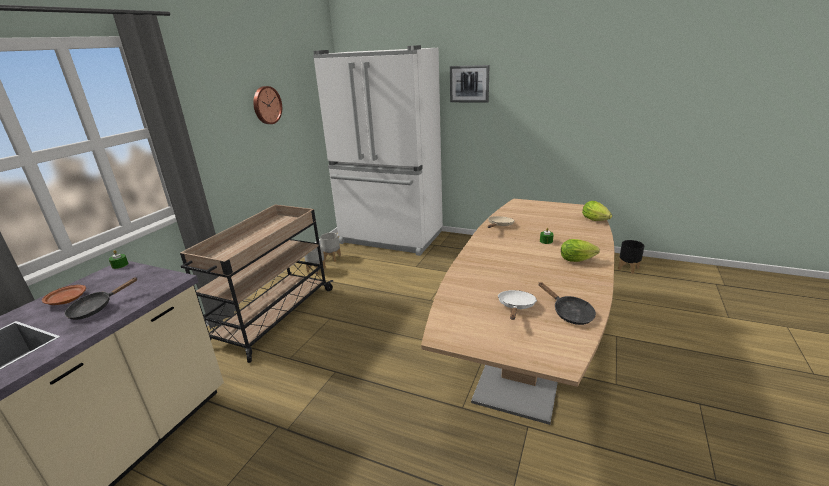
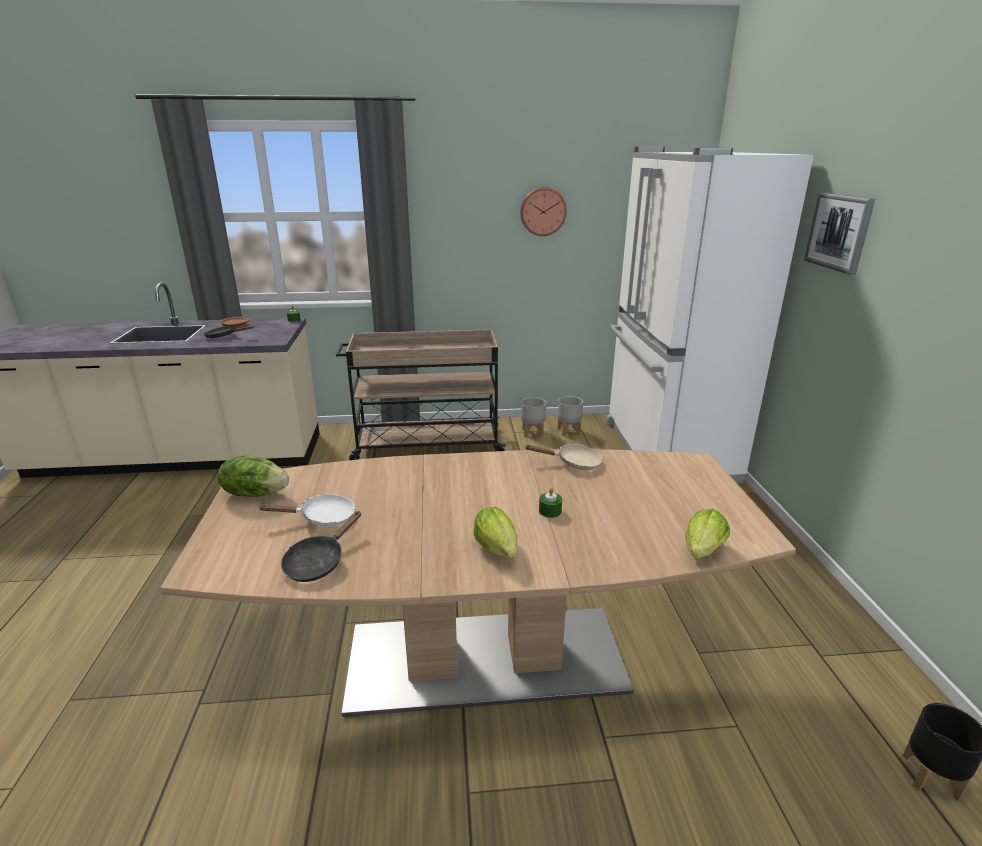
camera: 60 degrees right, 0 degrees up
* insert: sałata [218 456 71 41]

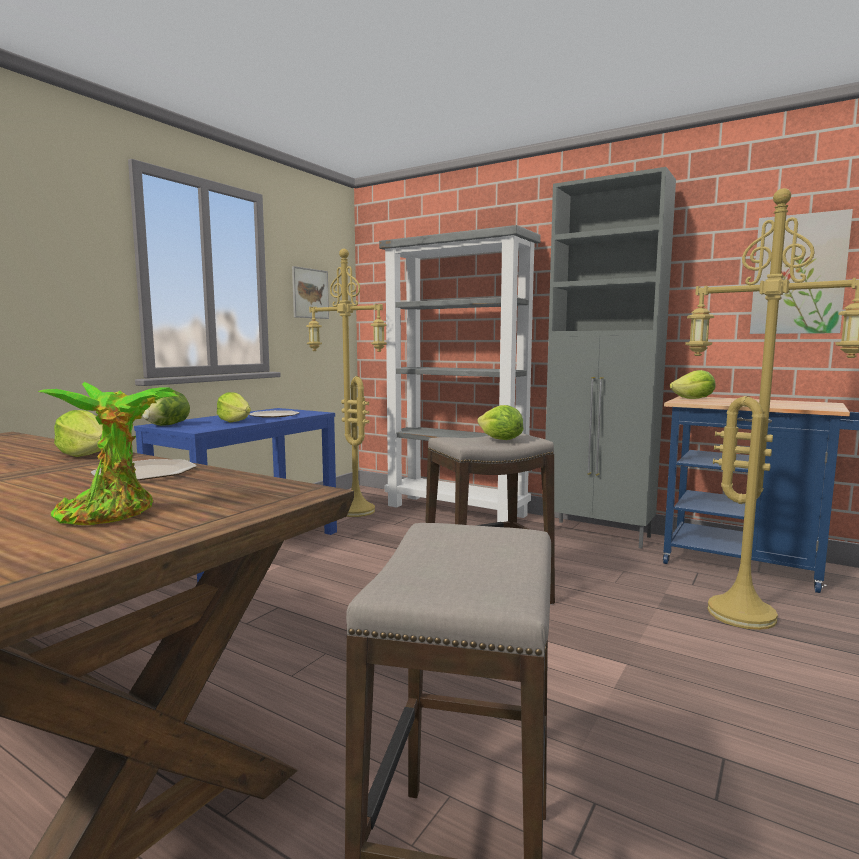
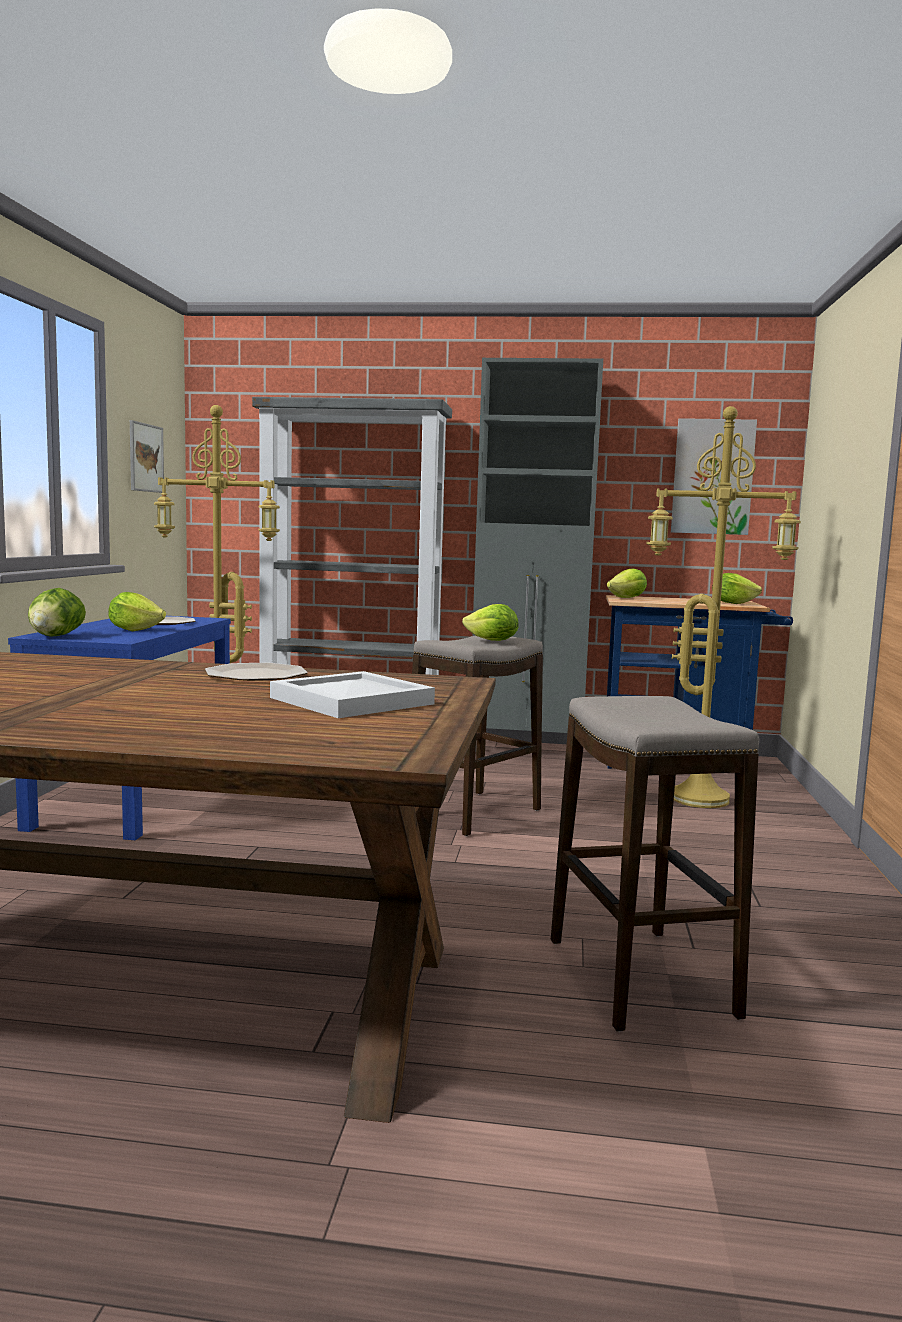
camera: 25 degrees left, 0 degrees up
* replace: roślina doniczkowa [38 382 140 143] to taca (biały) [270 671 165 47]
* move: sałata [54 410 49 47] to [712 573 50 31]

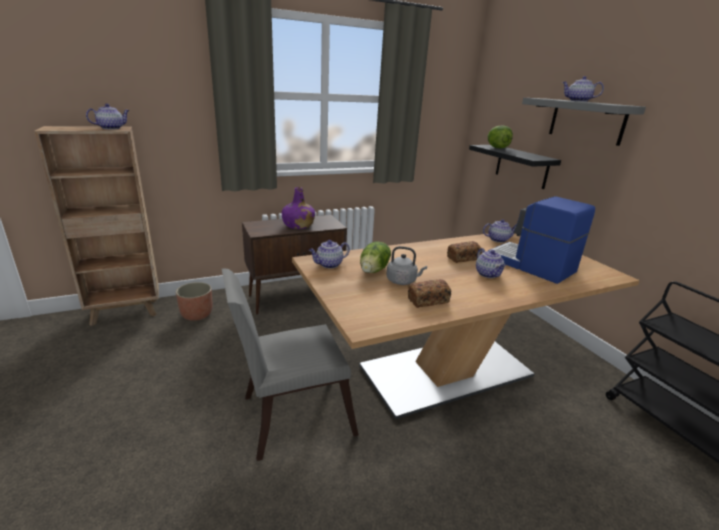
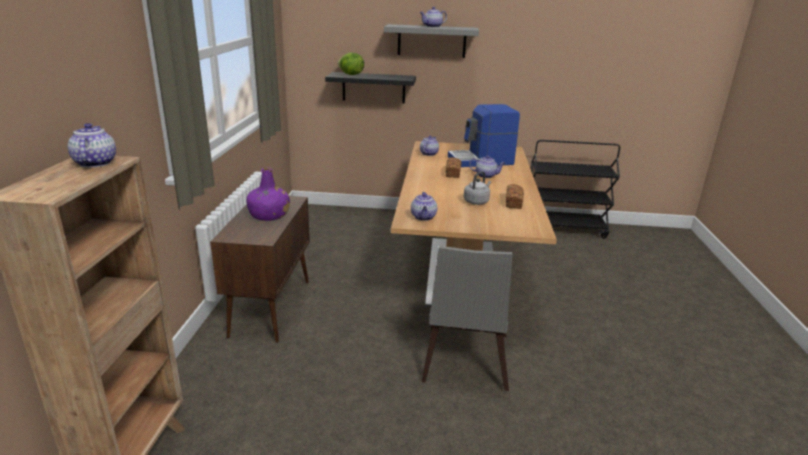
camera: 60 degrees left, 0 degrees up
* delete: donica [176 282 36 39]
* delete: sałata [360 242 31 31]

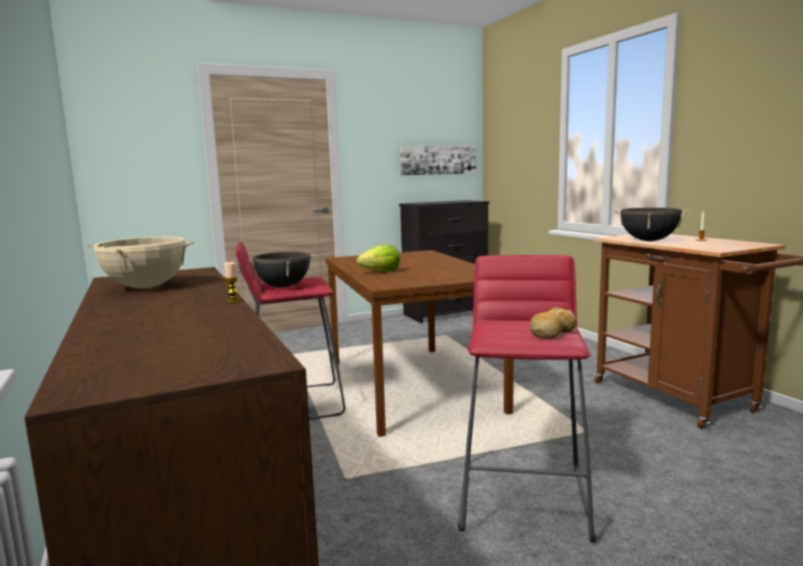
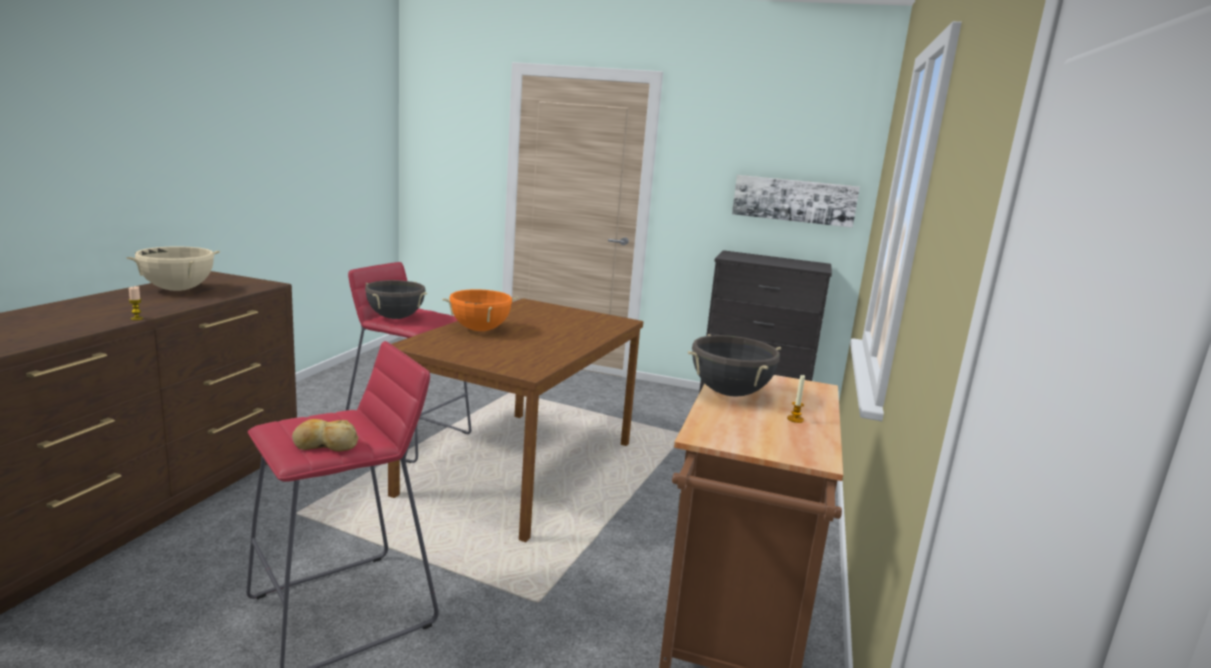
camera: 40 degrees right, 5 degrees up
* replace: sałata [357 245 43 26] to garnek (pomarańczowy) [442 289 76 42]

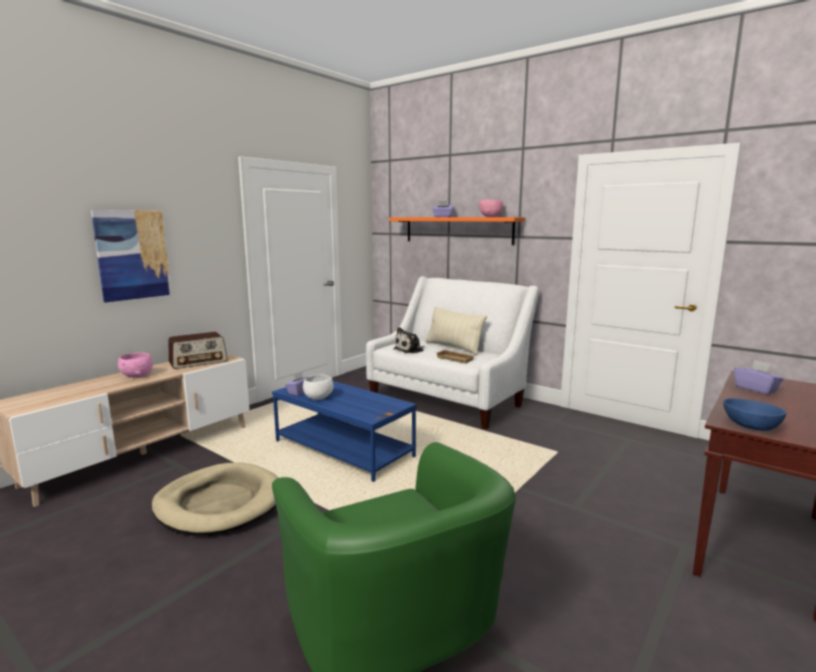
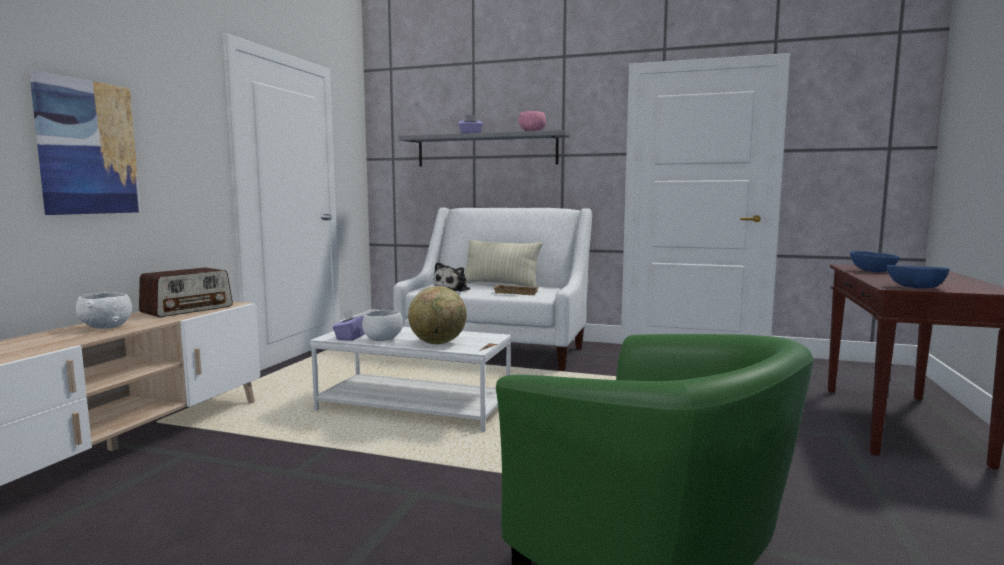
camera: 20 degrees left, 5 degrees down
* recolor: miska (różowy) [118 353 35 25] to miska (biały) [76 292 56 37]
* recolor: ława (niebieski) [272 381 145 101] to ława (biały) [310 327 202 105]
* recolor: półka (pomarańczowy) [389 217 136 28] to półka (szary) [398 130 172 37]
* insert: globus [408 286 59 58]
* replace: pudełko chusteczek (fioletowy) [734 360 49 35] to miska (niebieski) [850 251 50 21]
* delete: legowisko (beżowy) [151 463 128 72]

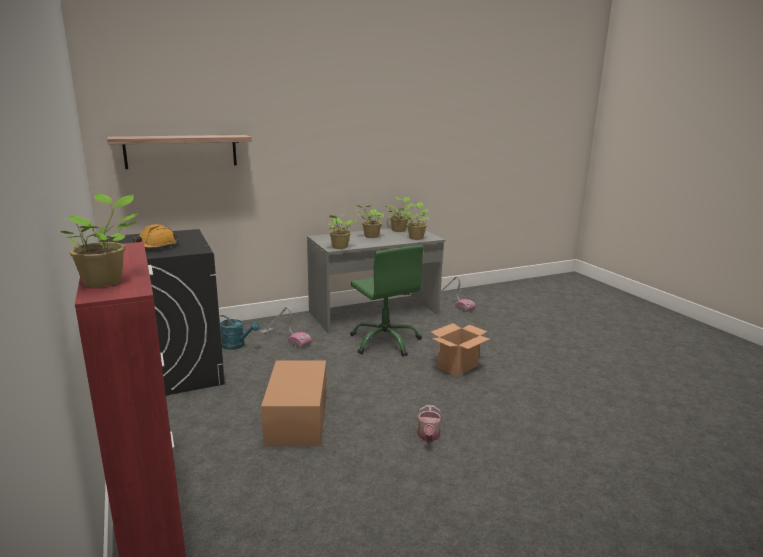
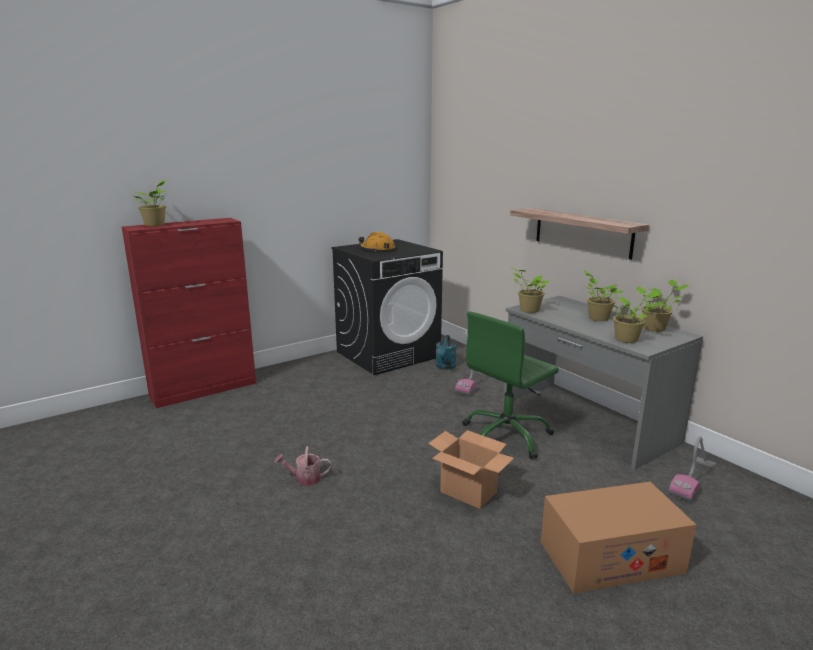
camera: 80 degrees right, 0 degrees up
* move: półka [107 135 145 34] to [510 208 139 52]
* move: karton [261 360 66 86] to [541 482 155 112]

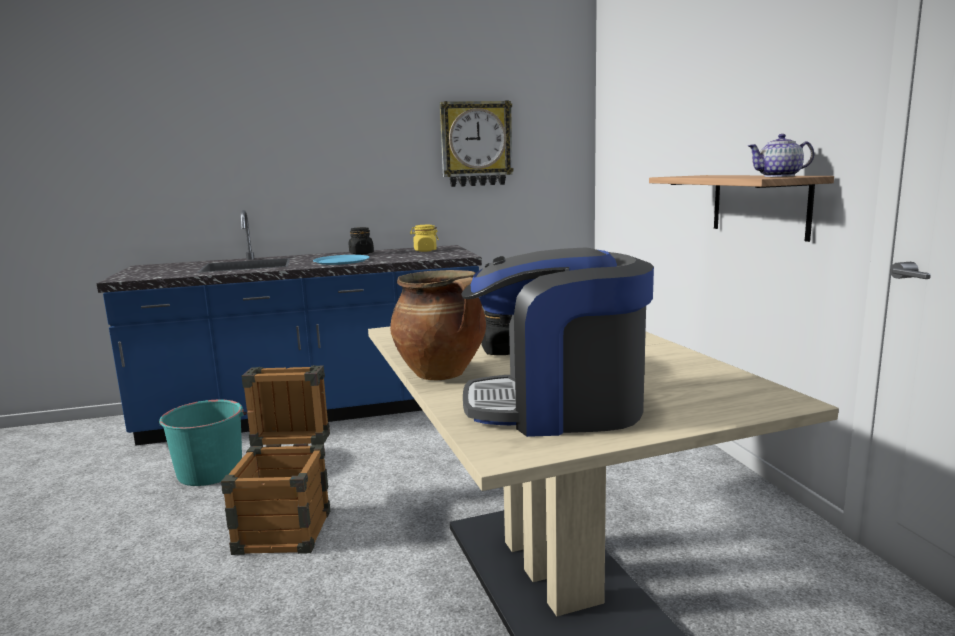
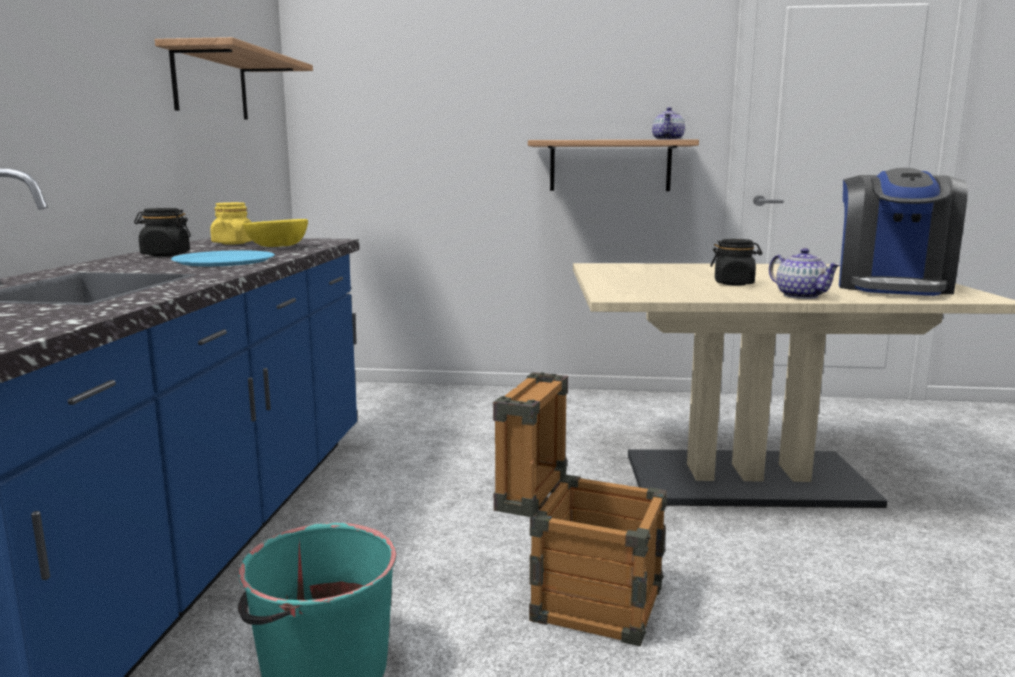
camera: 70 degrees left, 0 degrees up
* replace: zegar ścienny [440 100 74 87] to półka [155 37 158 82]
* insert: miska (żółty) [242 219 66 28]
* replace: garnek [390 270 96 111] to imbryk [769 248 72 51]

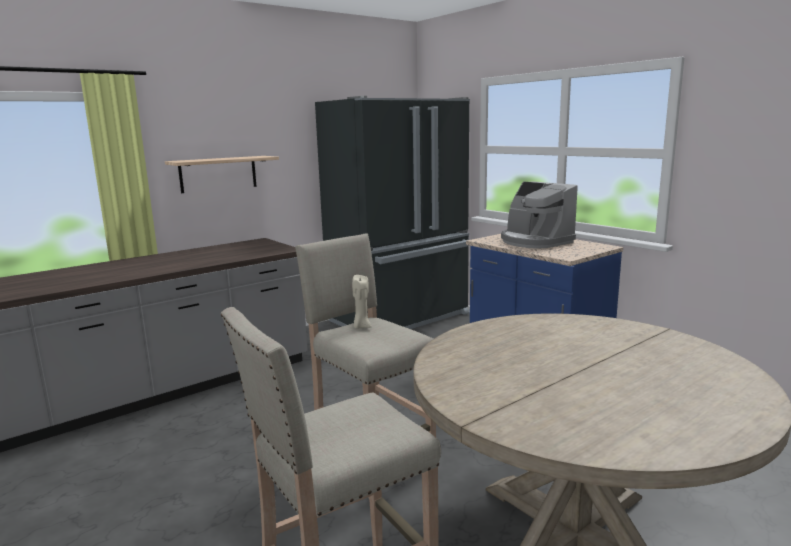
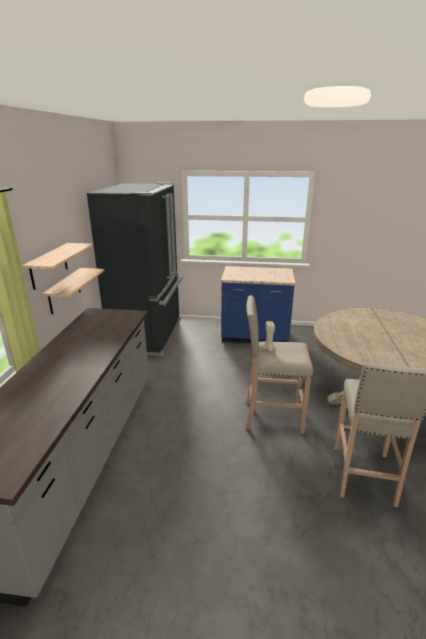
camera: 45 degrees left, 10 degrees up
* insert: półka [42 268 62 47]
* delete: ekspres do kawy [501 181 77 68]

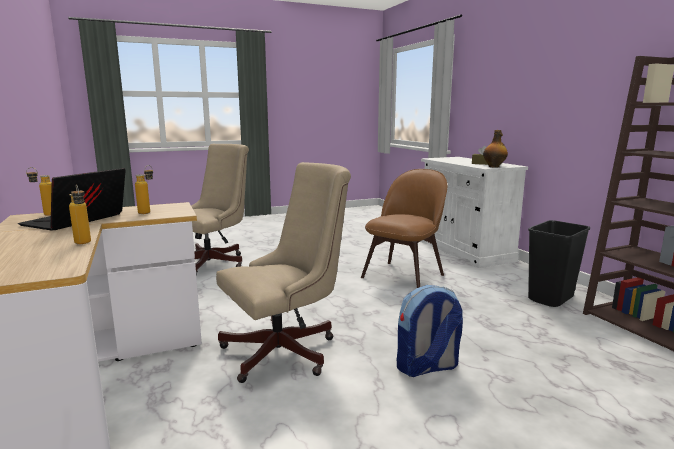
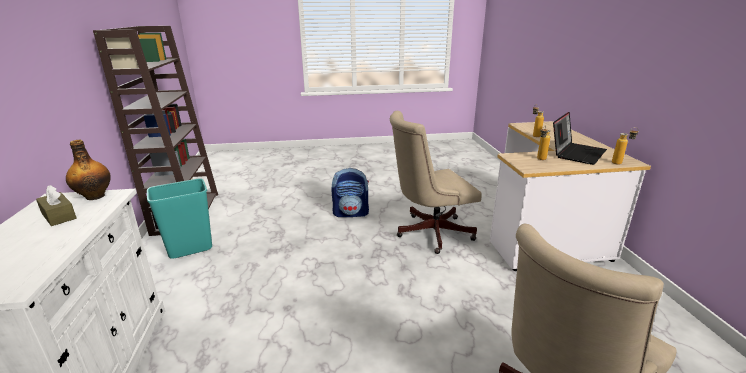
camera: 165 degrees left, 10 degrees up
* recolor: kosz na śmieci (czarny) [528 220 62 87] to kosz na śmieci (turkusowy) [147 178 65 81]
* delete: krzesło (brązowy) [361 169 86 119]

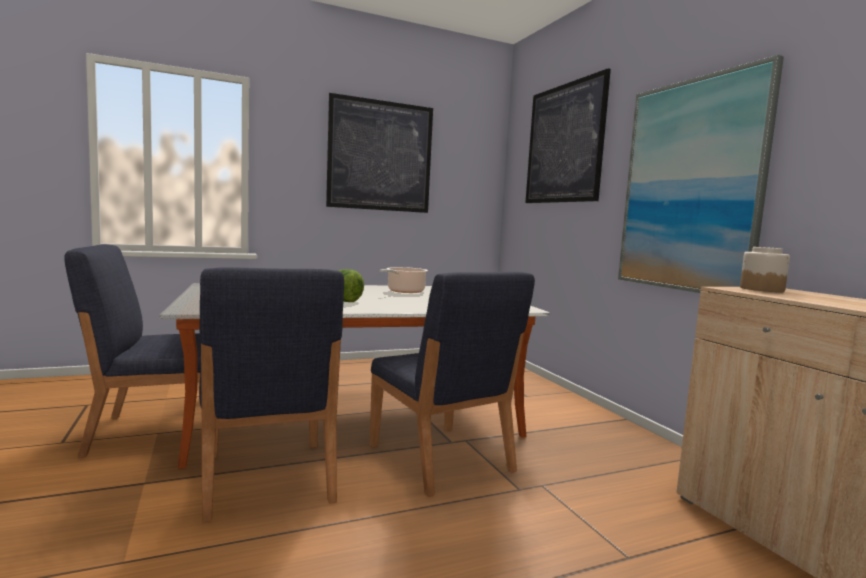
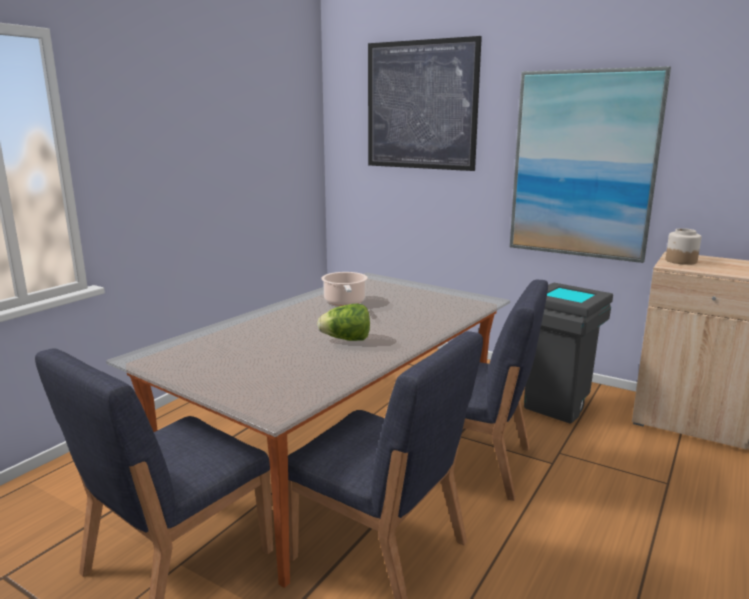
camera: 35 degrees left, 10 degrees up
* insert: kosz na śmieci (szary) [524 283 89 141]
* delete: obraz [326 93 107 120]

